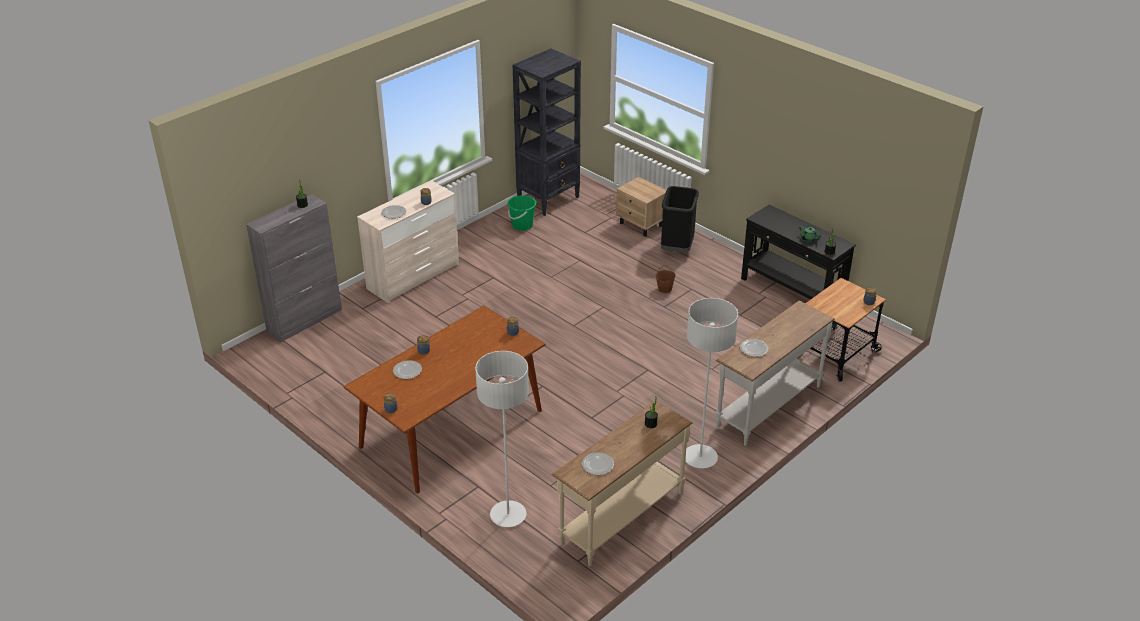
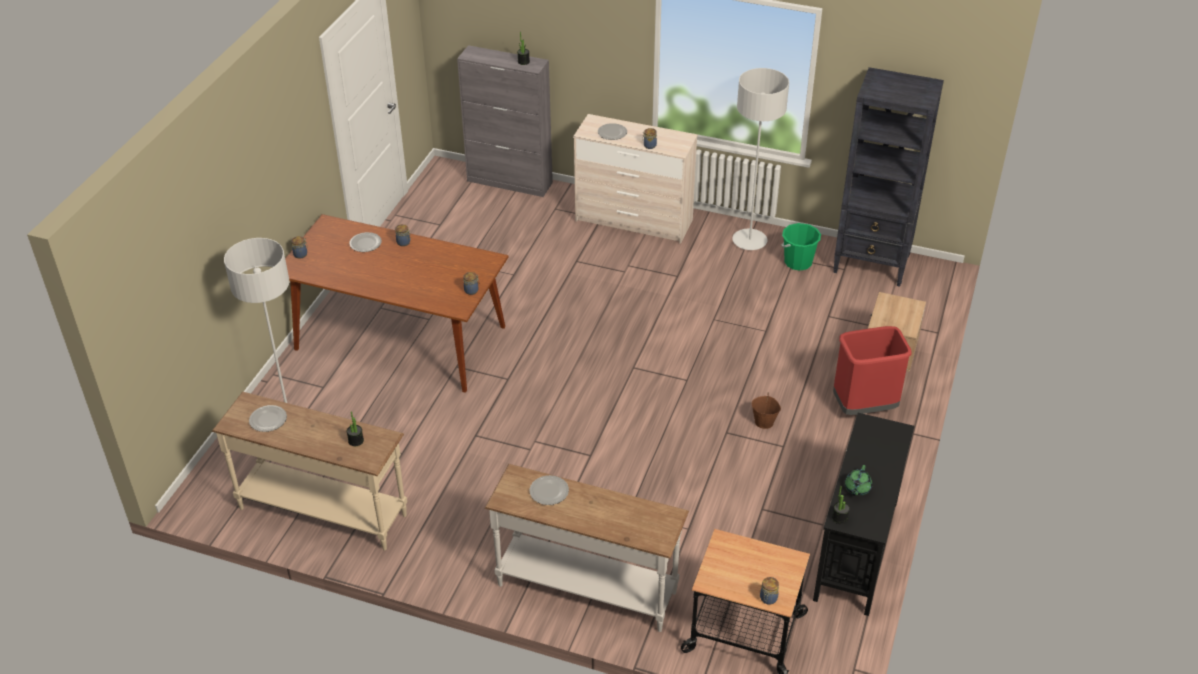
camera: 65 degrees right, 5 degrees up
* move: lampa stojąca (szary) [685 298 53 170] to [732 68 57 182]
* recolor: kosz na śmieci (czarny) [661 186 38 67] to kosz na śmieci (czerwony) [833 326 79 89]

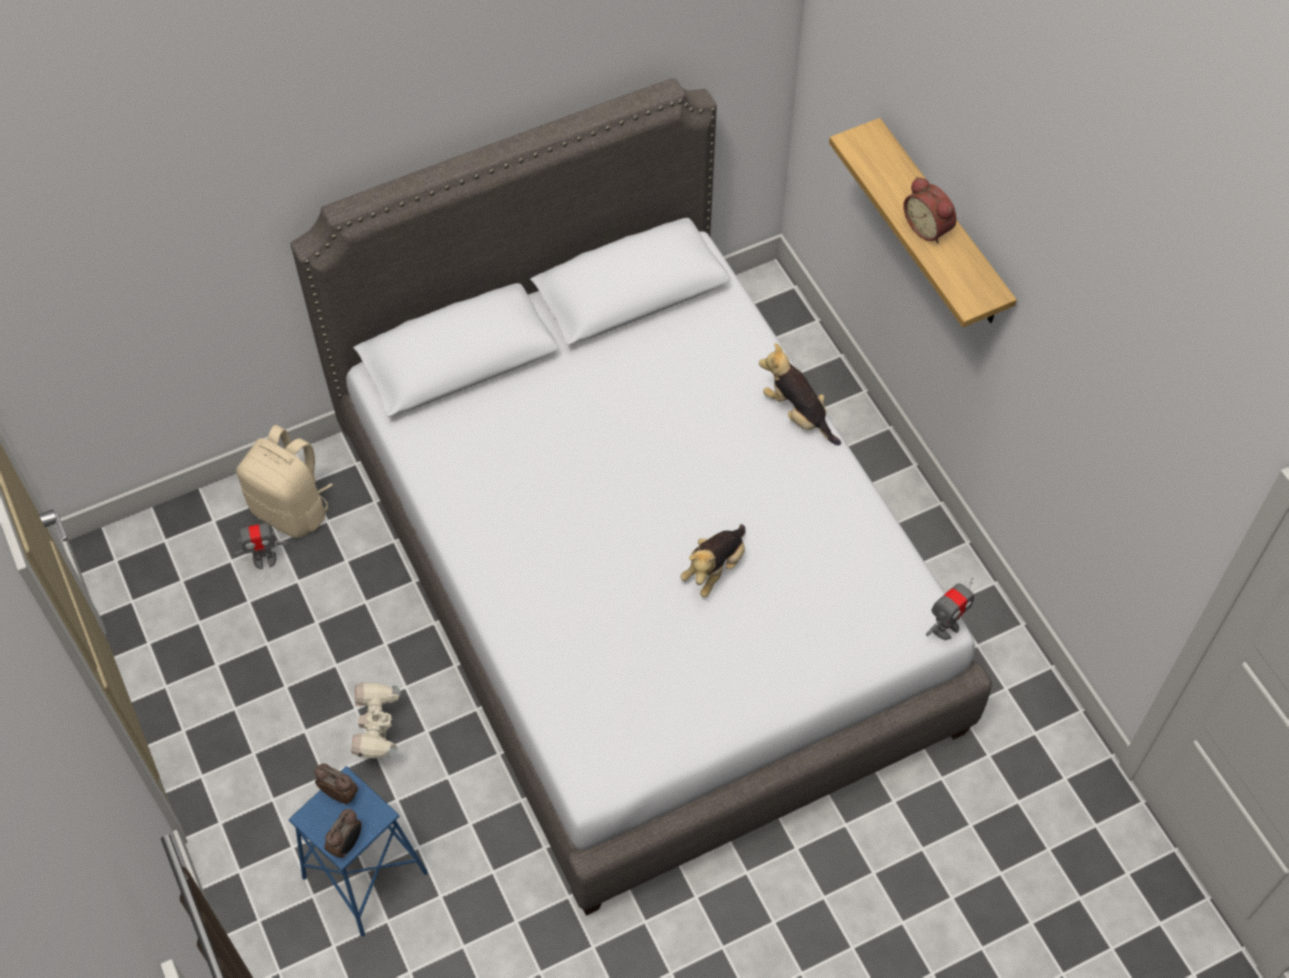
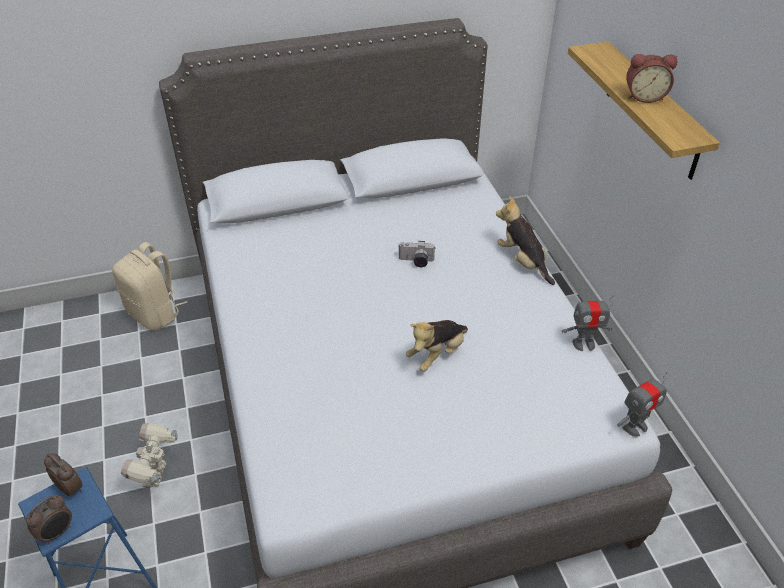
camera: 10 degrees right, 15 degrees down
* insert: aparat fotograficzny [399 241 37 26]
* move: robot zabawkowy [233 521 55 48] to [562 295 52 56]
* rotate: budzik [903 177 54 67] = [626 54 51 49] 60 degrees counterclockwise

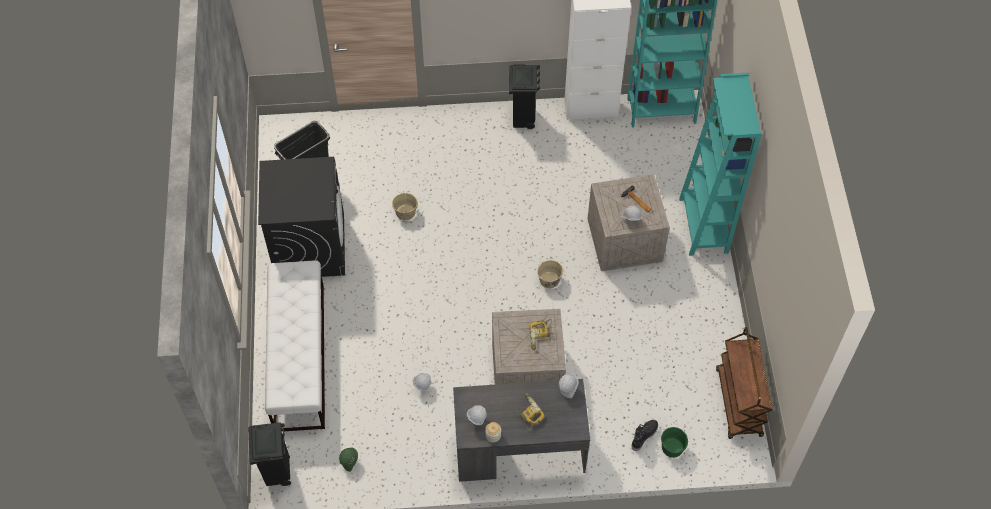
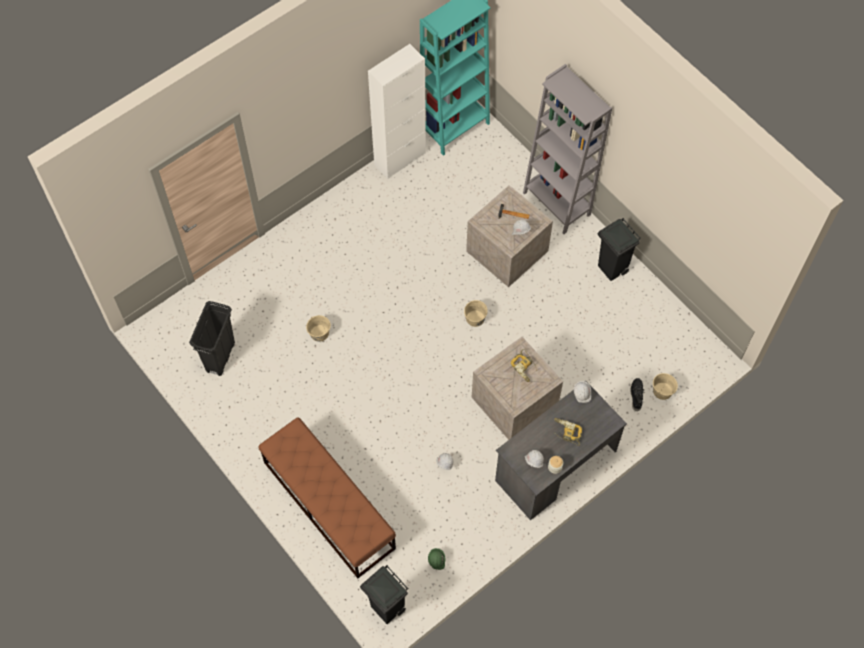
camera: 35 degrees left, 5 degrees up
* recolor: ławka (biały) [265 260 60 172] to ławka (brązowy) [259 417 137 161]
* recolor: regał (turkusowy) [679 73 83 183] to regał (szary) [523 64 89 170]
* move: kosz na śmieci (czarny) [509 64 31 65] to [597 218 44 63]
* recolor: wiadro (zielony) [661 427 27 31] to wiadro (beżowy) [653 373 25 27]
* delete: pralka (czarny) [258 157 87 120]
* delete: wózek (brązowy) [716 327 57 112]

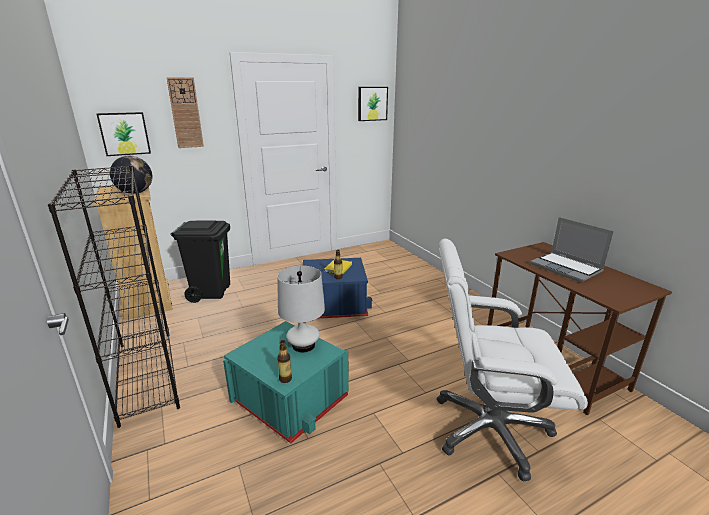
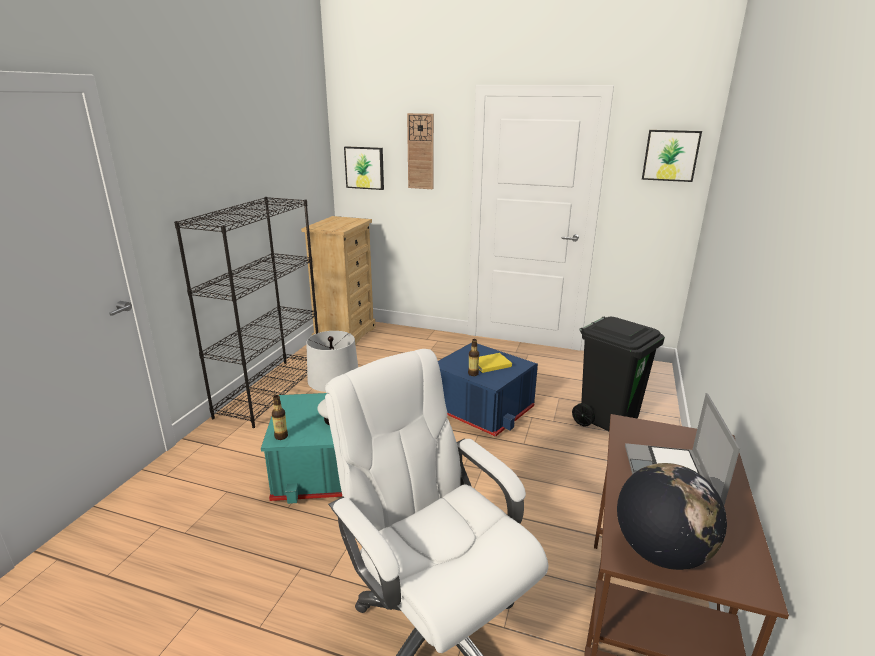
camera: 45 degrees right, 0 degrees up
* move: kosz na śmieci (czarny) [170 221 60 82] to [572 317 93 114]
* move: globus [110 156 42 38] to [617 463 110 107]

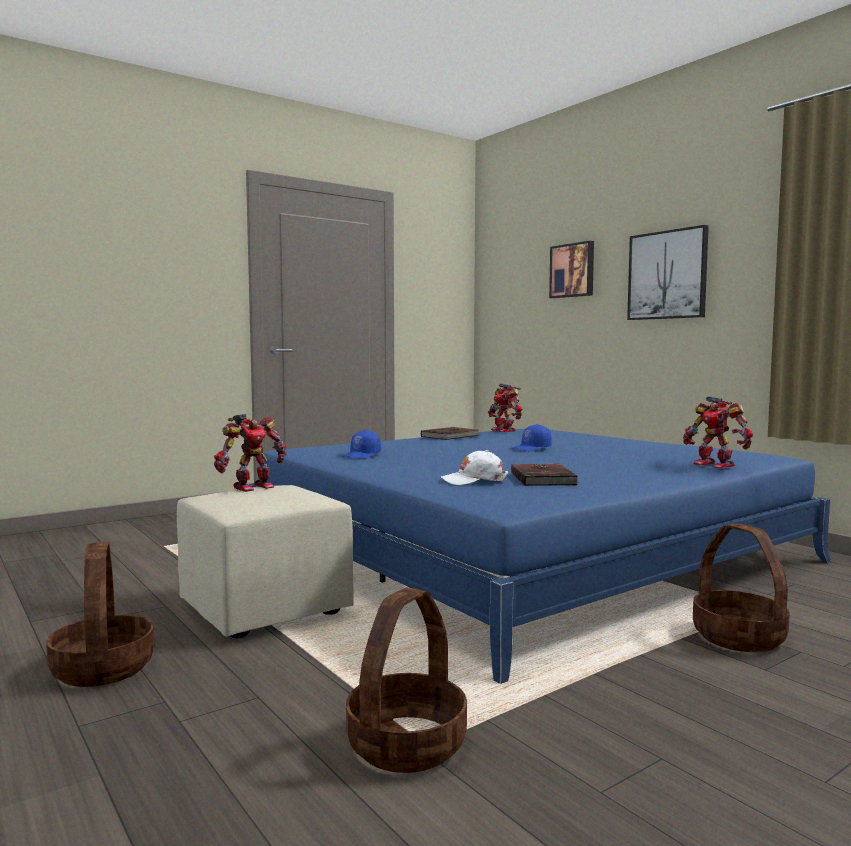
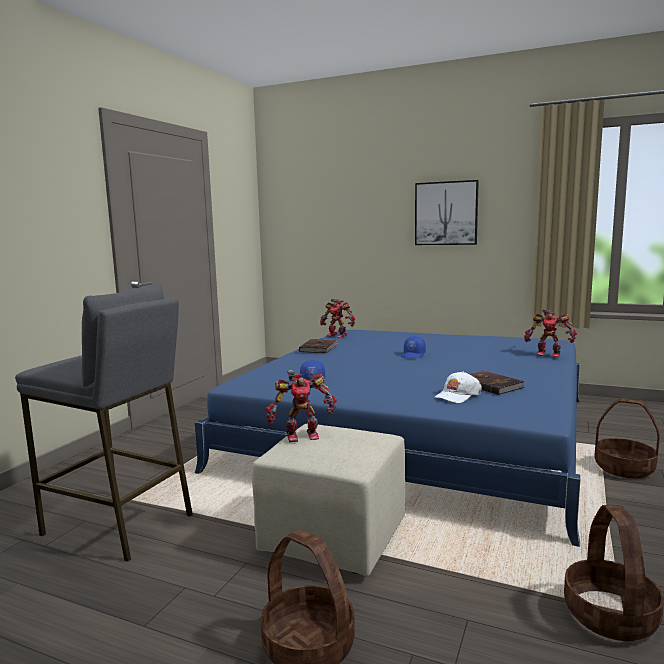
camera: 30 degrees left, 5 degrees up
* insert: stołek (szary) [15 283 178 279]
* rotate: robot zabawkowy [214 413 73 79] = [266 370 71 72] 60 degrees clockwise
* delete: obraz [549 241 45 57]

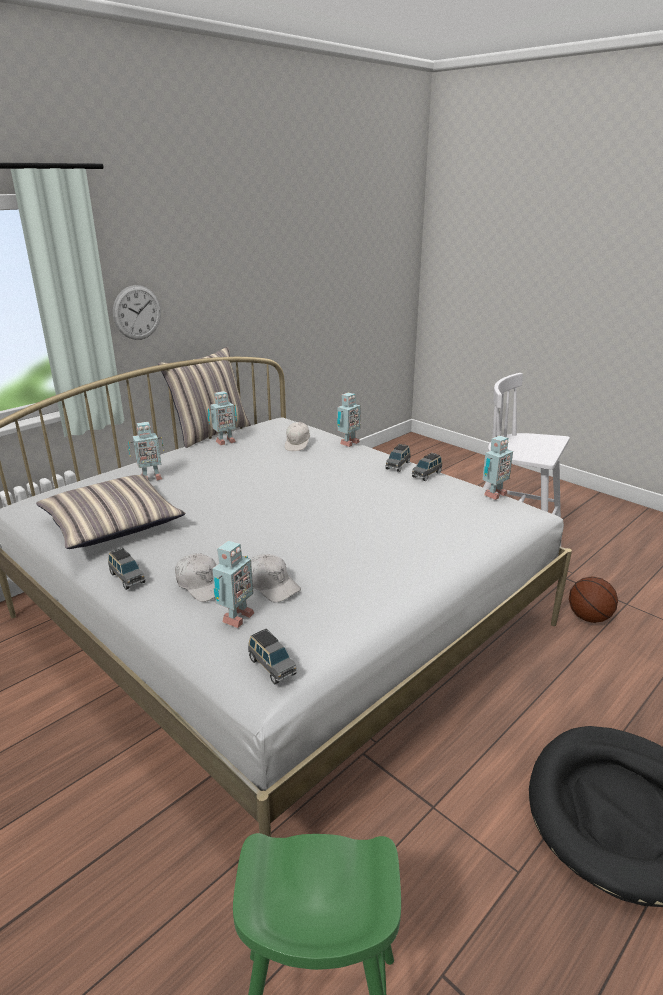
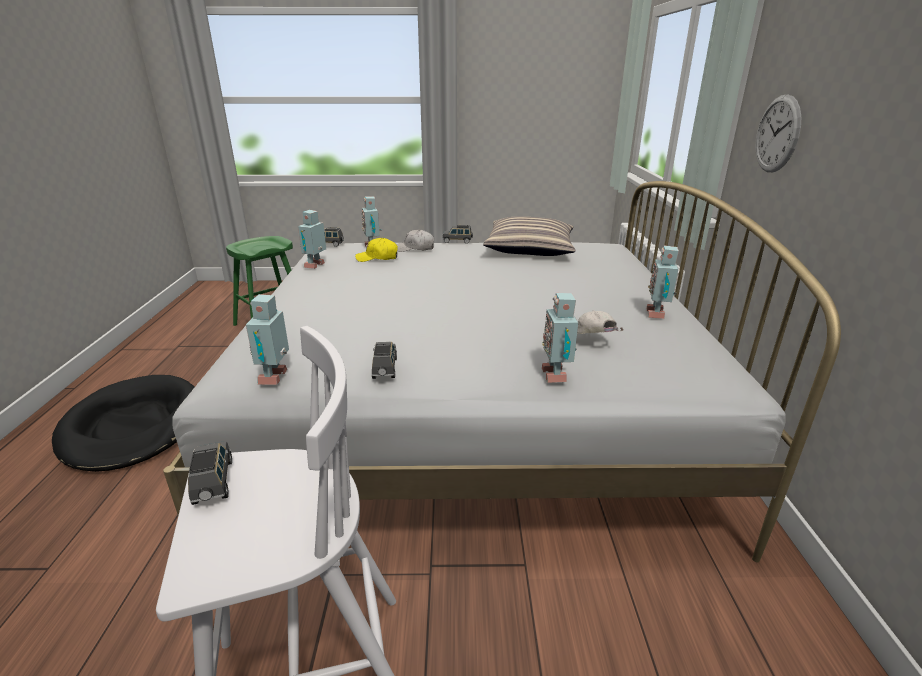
camera: 135 degrees right, 0 degrees up
* move: samochodzik (szary) [385 444 25 28] to [188 441 44 64]
* move: robot zabawkowy [128 422 36 59] to [298 210 28 59]
* recolor: czapka z daszkiem (biały) [251 554 50 48] to czapka z daszkiem (żółty) [355 238 43 24]
* delete: poduszka [158 347 93 101]
* delete: piłka do koszykówki [569 576 49 47]

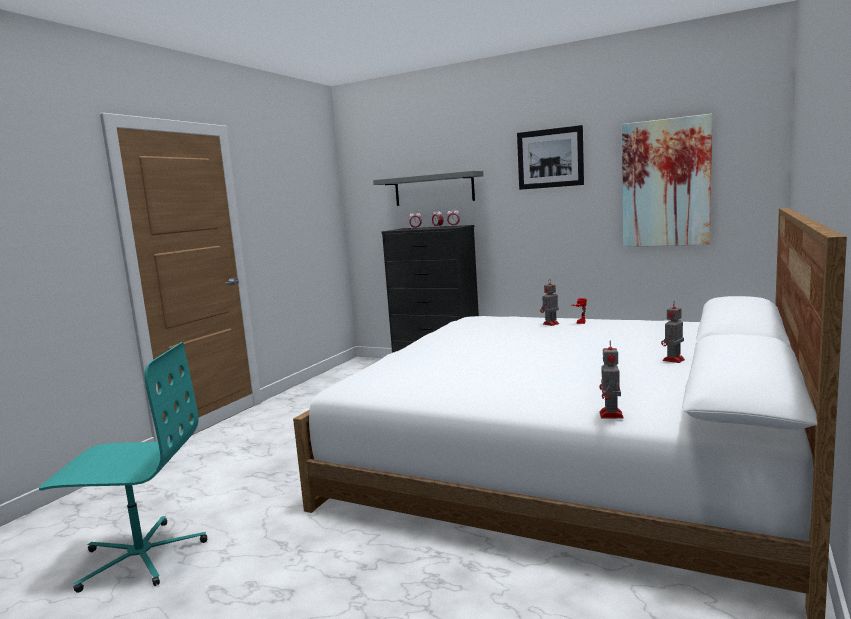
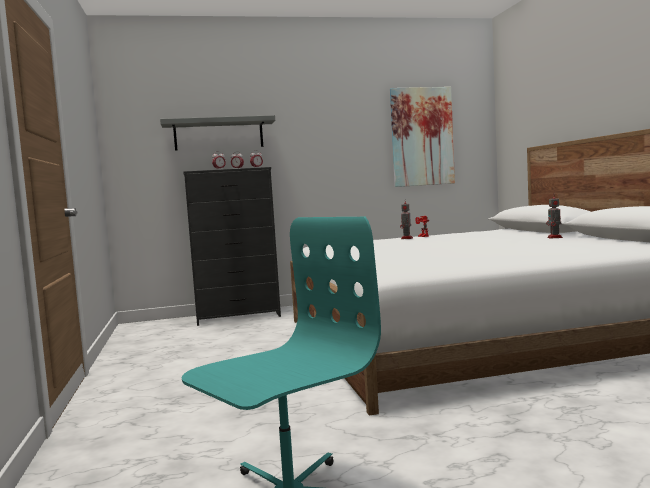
camera: 40 degrees left, 5 degrees down
* delete: obraz [517 125 67 65]
* delete: robot zabawkowy [599 340 24 79]

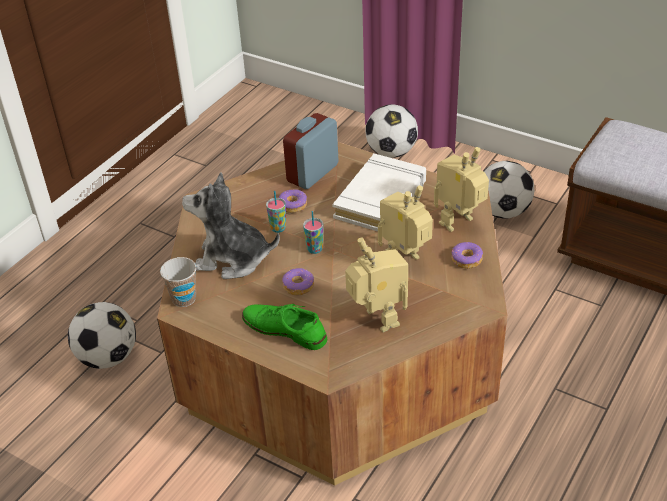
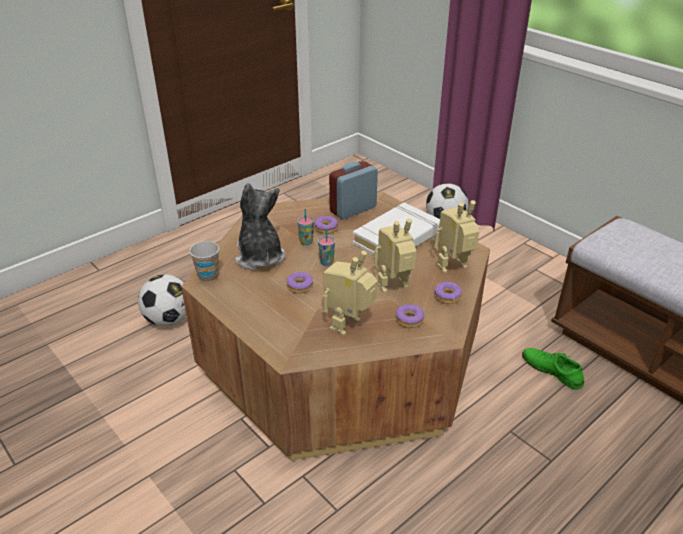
camera: 15 degrees right, 5 degrees down
* rotate: pluszak [182 173 98 106] = [235 183 50 87] 45 degrees clockwise
* rotate: robot zabawkowy [345 237 63 95] = [323 251 55 85] 135 degrees counterclockwise
* insert: donut [396 304 28 24]
* move: but (zielony) [242 304 85 46] to [522 348 62 42]
* delete: piłka futbolowa [483 161 51 58]

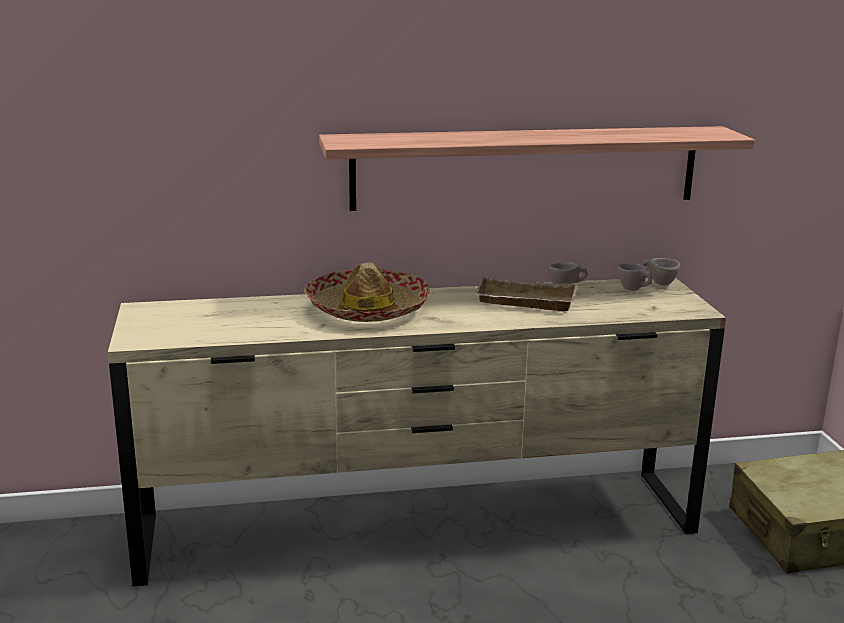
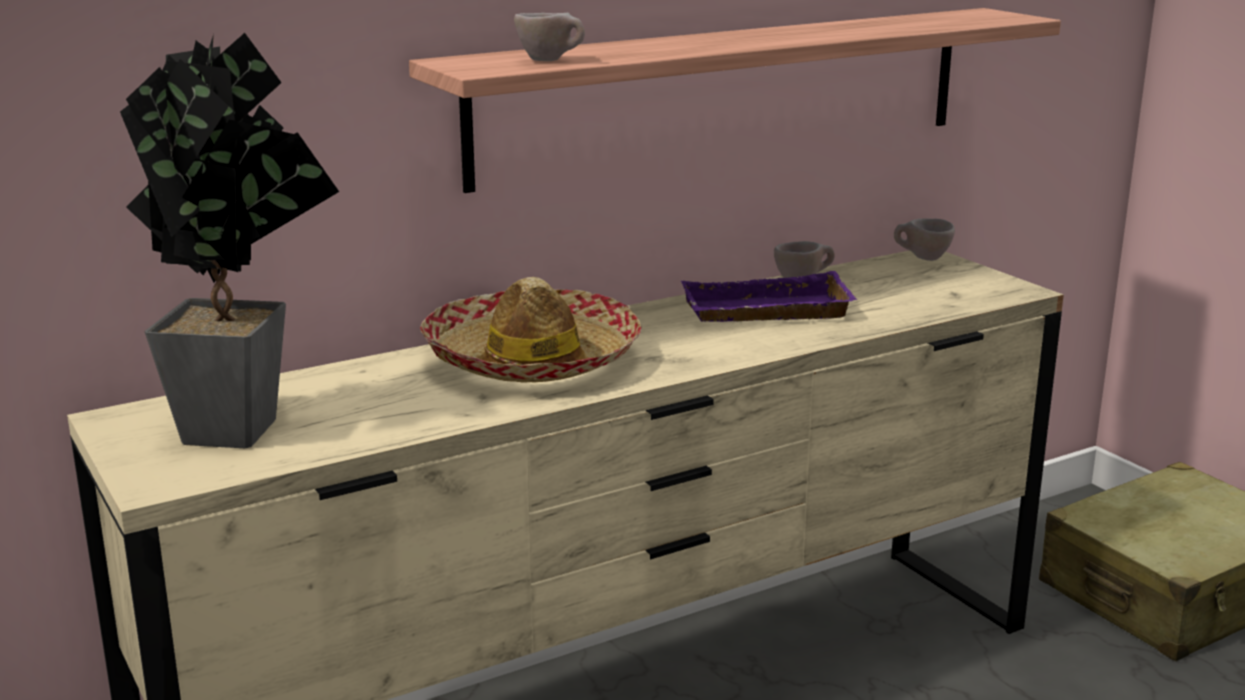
camera: 20 degrees left, 0 degrees up
* insert: roślina doniczkowa [120 33 219 415]
* move: filiżanka (beżowy) [617 264 35 27] to [514 13 71 48]
* recolor: taca (beżowy) [473 277 105 34] to taca (fioletowy) [681 271 176 51]

